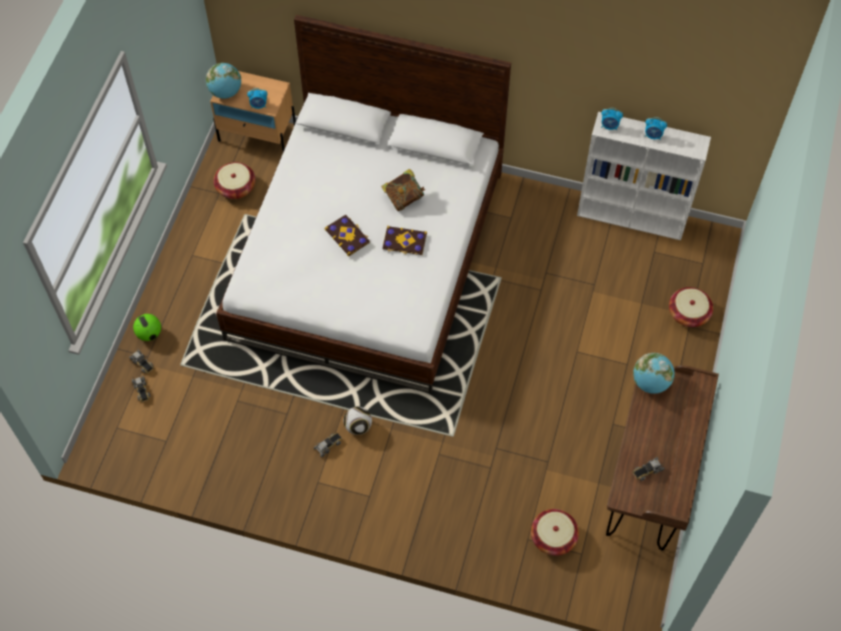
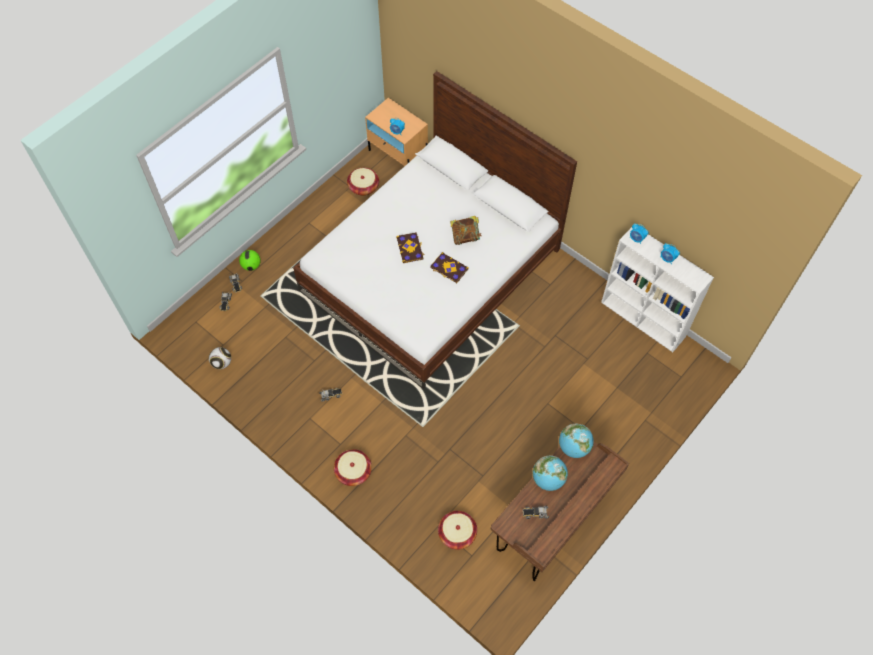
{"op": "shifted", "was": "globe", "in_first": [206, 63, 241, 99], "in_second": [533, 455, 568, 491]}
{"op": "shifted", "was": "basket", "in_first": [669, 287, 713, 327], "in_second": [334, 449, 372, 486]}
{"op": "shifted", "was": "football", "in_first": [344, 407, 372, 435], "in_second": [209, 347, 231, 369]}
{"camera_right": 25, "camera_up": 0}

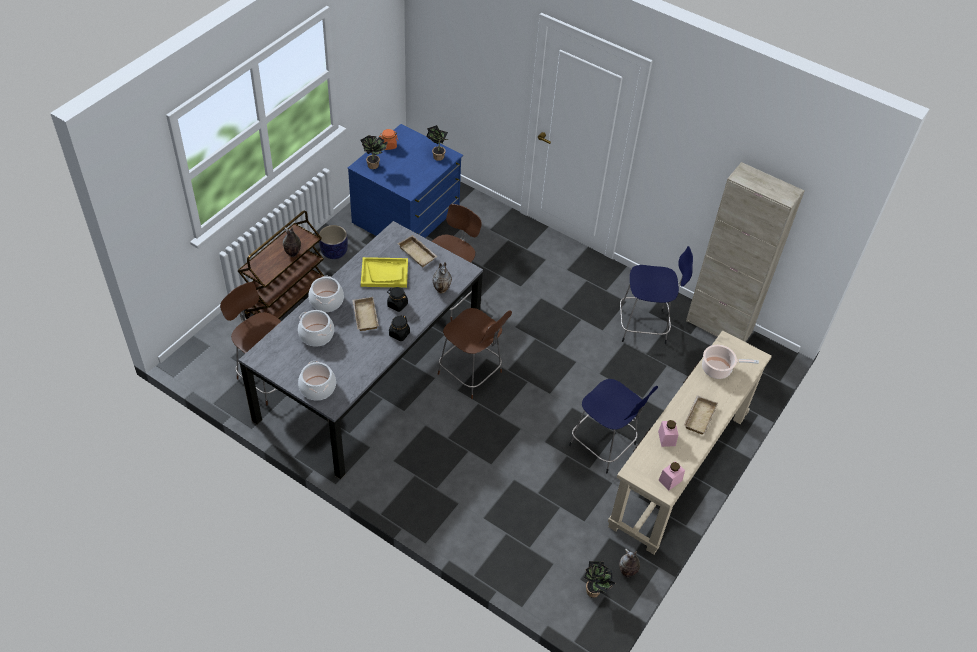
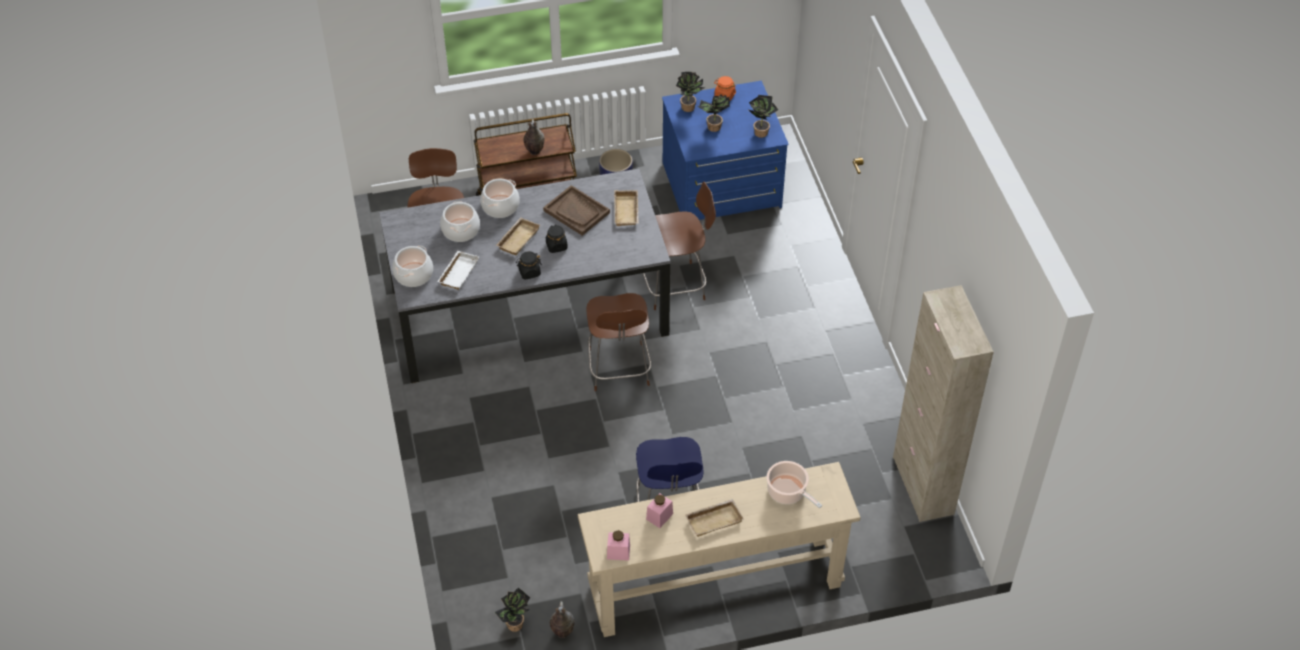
{"op": "gone", "was": "stool (blue)", "in_first": [620, 246, 693, 344]}
{"op": "repainted", "was": "tray (yellow)", "now": "tray (brown)", "in_first": [361, 257, 408, 288], "in_second": [543, 185, 610, 236]}
{"op": "gone", "was": "vase", "in_first": [432, 262, 452, 294]}
{"op": "new", "now": "potted plant", "in_second": [698, 94, 730, 132]}
{"op": "new", "now": "tray (white)", "in_second": [437, 251, 479, 290]}
{"camera_right": 45, "camera_up": 0}

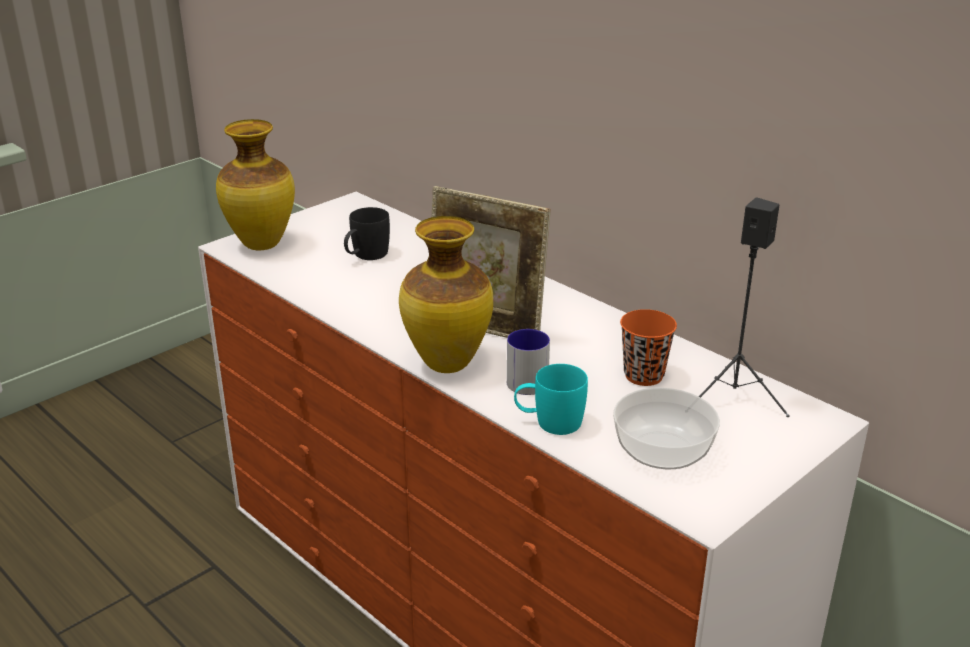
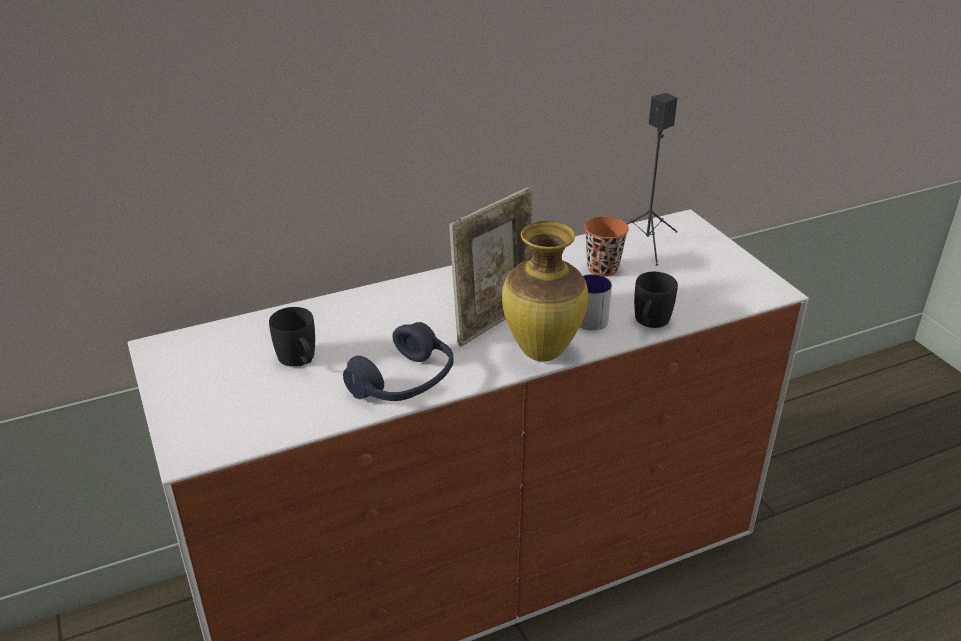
{"op": "gone", "was": "vase", "in_first": [216, 119, 295, 250]}
{"op": "repainted", "was": "mug (turquoise)", "now": "mug (black)", "in_first": [514, 364, 588, 435], "in_second": [634, 272, 678, 328]}
{"op": "gone", "was": "bowl", "in_first": [613, 388, 720, 469]}
{"op": "new", "now": "headphones (blue)", "in_second": [343, 322, 453, 401]}
{"camera_right": -70, "camera_up": 5}

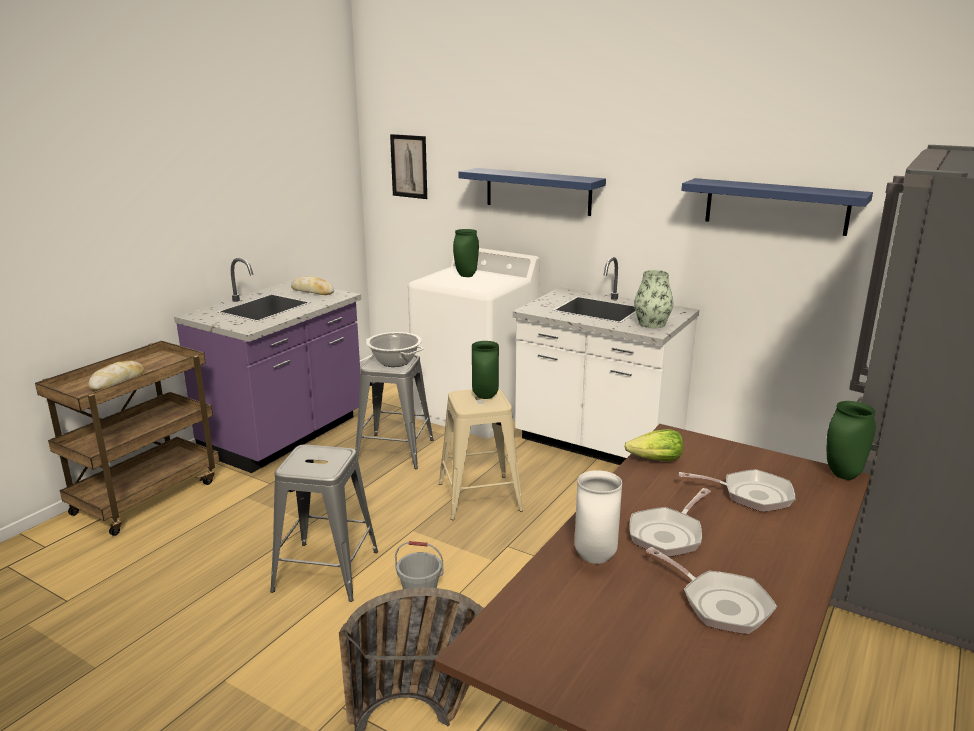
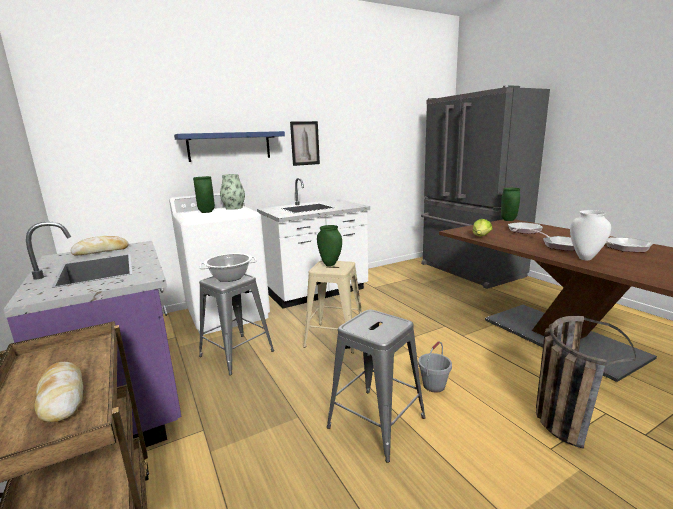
{"op": "shifted", "was": "picture", "in_first": [390, 134, 427, 199], "in_second": [290, 121, 320, 166]}
{"op": "gone", "was": "shelf (blue)", "in_first": [681, 178, 873, 236]}
{"op": "shifted", "was": "vase", "in_first": [634, 270, 674, 328], "in_second": [220, 174, 245, 210]}
{"camera_right": -60, "camera_up": -5}

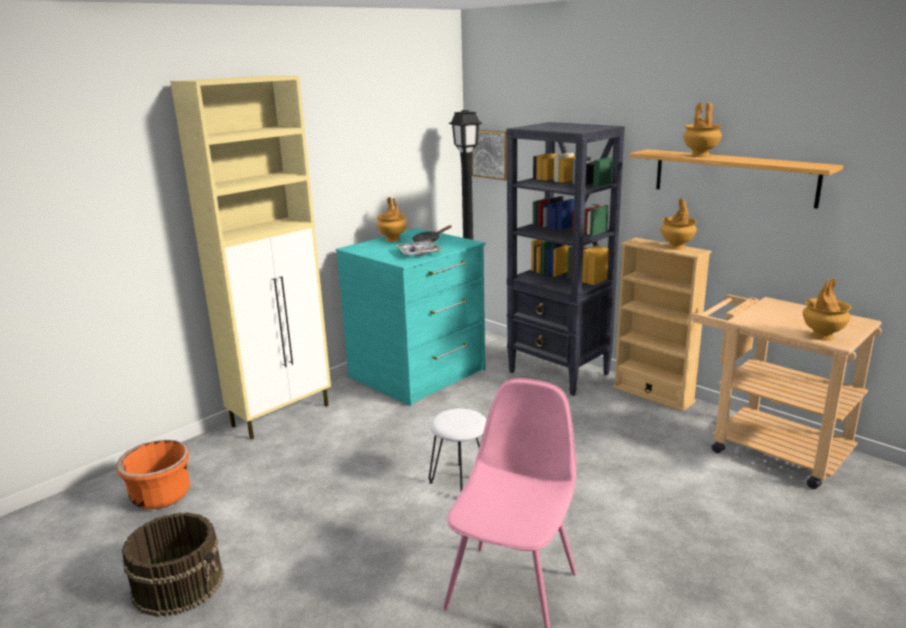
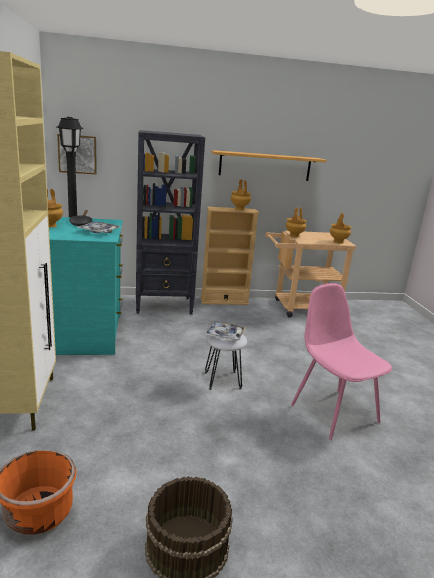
{"op": "shifted", "was": "vase (brown)", "in_first": [683, 102, 722, 157], "in_second": [286, 208, 307, 238]}
{"op": "new", "now": "tray", "in_second": [204, 321, 246, 341]}
{"camera_right": -55, "camera_up": 0}

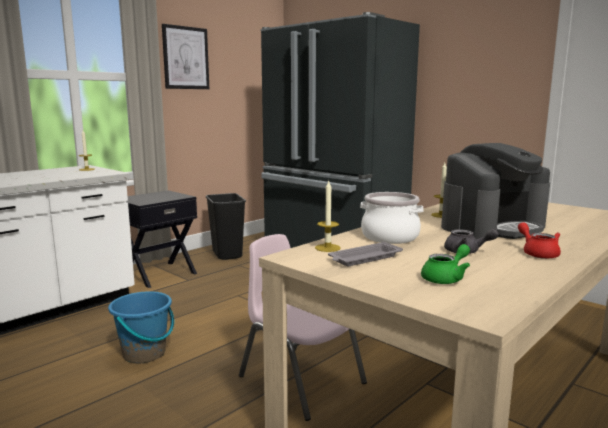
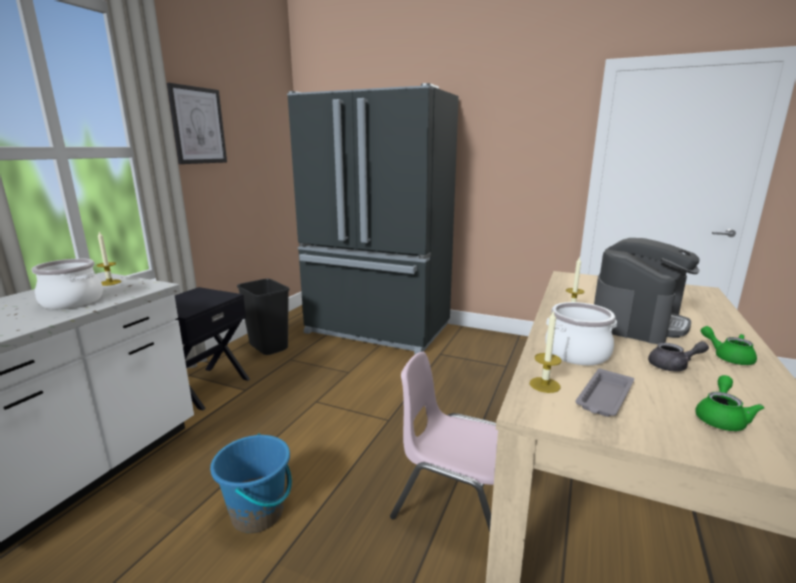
{"op": "repainted", "was": "teapot (red)", "now": "teapot (green)", "in_first": [518, 222, 561, 259], "in_second": [701, 326, 757, 365]}
{"op": "new", "now": "cooking pot", "in_second": [32, 258, 103, 309]}
{"camera_right": -20, "camera_up": 5}

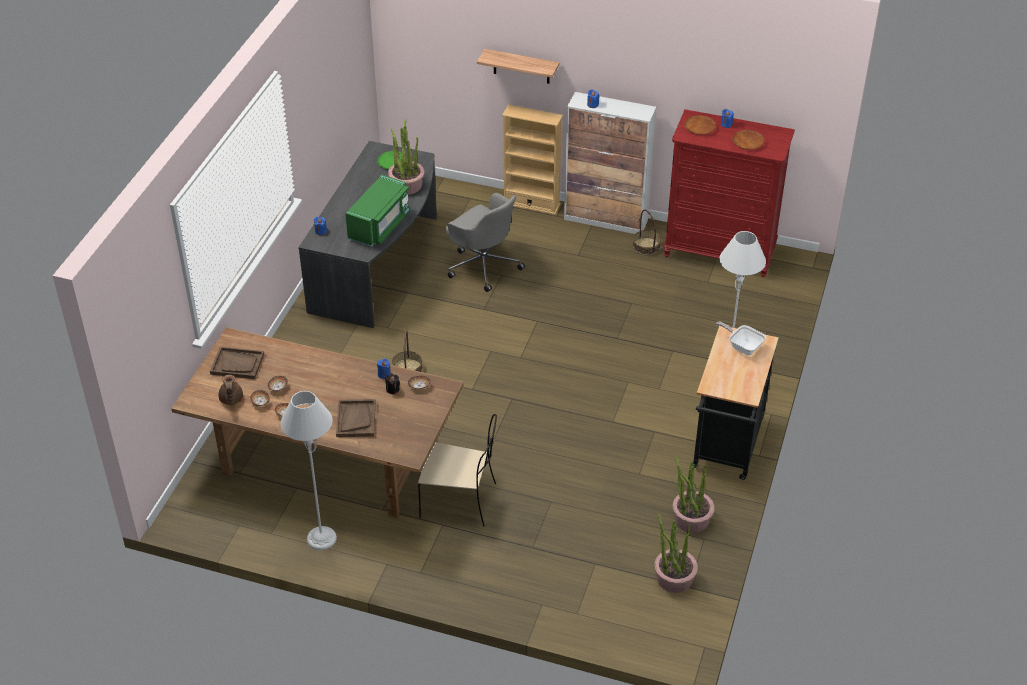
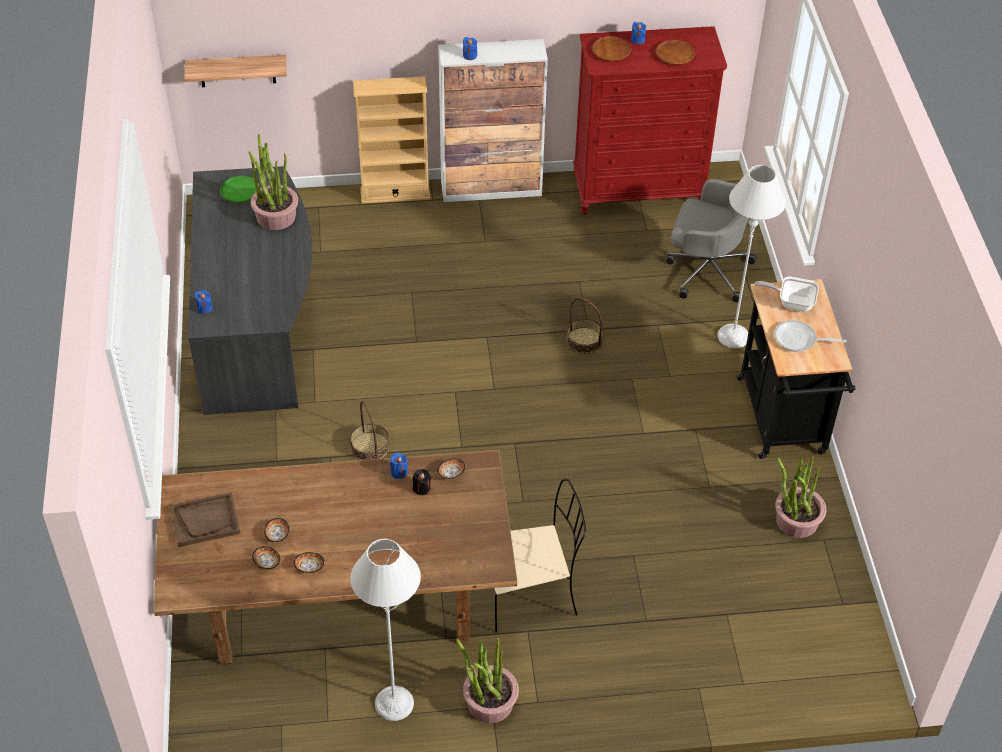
{"op": "shifted", "was": "shelf", "in_first": [477, 49, 559, 84], "in_second": [184, 55, 287, 87]}
{"op": "gone", "was": "microwave (green)", "in_first": [345, 175, 410, 247]}
{"op": "shifted", "was": "office chair (grey)", "in_first": [446, 193, 525, 292], "in_second": [666, 179, 756, 302]}
{"op": "shifted", "was": "basket", "in_first": [633, 209, 661, 255], "in_second": [566, 297, 604, 354]}
{"op": "gone", "was": "teapot (brown)", "in_first": [219, 375, 243, 405]}
{"op": "gone", "was": "tray (brown)", "in_first": [336, 399, 376, 437]}
{"op": "shifted", "was": "potted plant", "in_first": [654, 514, 698, 593], "in_second": [456, 638, 519, 723]}
{"op": "new", "now": "frying pan", "in_second": [774, 320, 846, 352]}
{"camera_right": -25, "camera_up": 5}

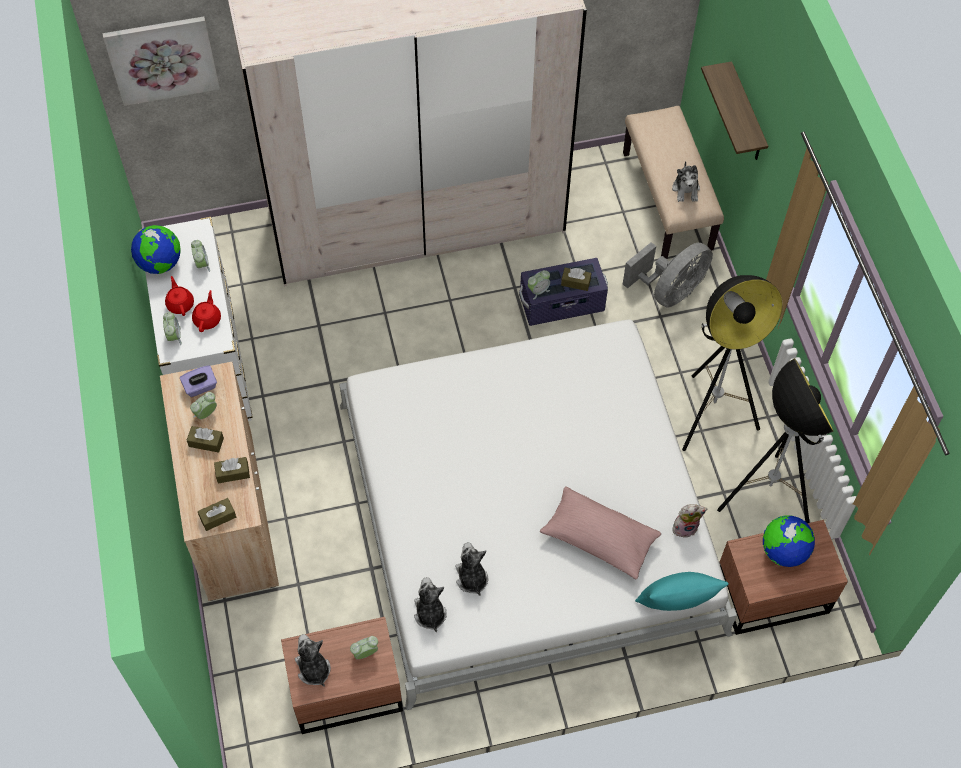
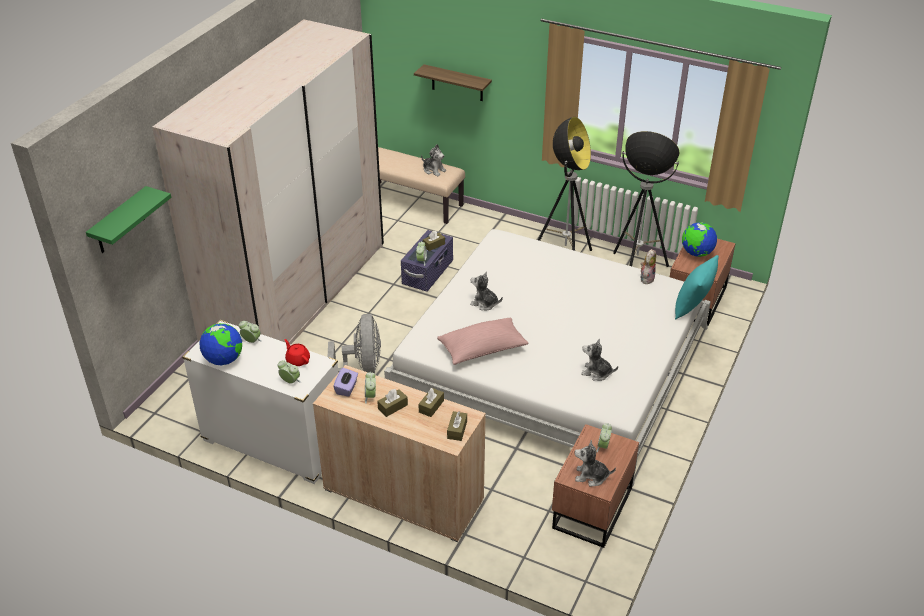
{"op": "swapped", "was": "picture", "now": "shelf (green)", "in_first": [103, 16, 220, 106], "in_second": [86, 186, 171, 253]}
{"op": "shifted", "was": "fan (grey)", "in_first": [623, 242, 713, 307], "in_second": [328, 314, 381, 373]}
{"op": "gone", "was": "teapot (red)", "in_first": [165, 276, 194, 316]}
{"op": "shifted", "was": "pillow (pink)", "in_first": [540, 486, 662, 579], "in_second": [437, 318, 528, 365]}
{"op": "shifted", "was": "plush toy", "in_first": [414, 577, 447, 632], "in_second": [470, 272, 503, 311]}
{"camera_right": -50, "camera_up": -20}

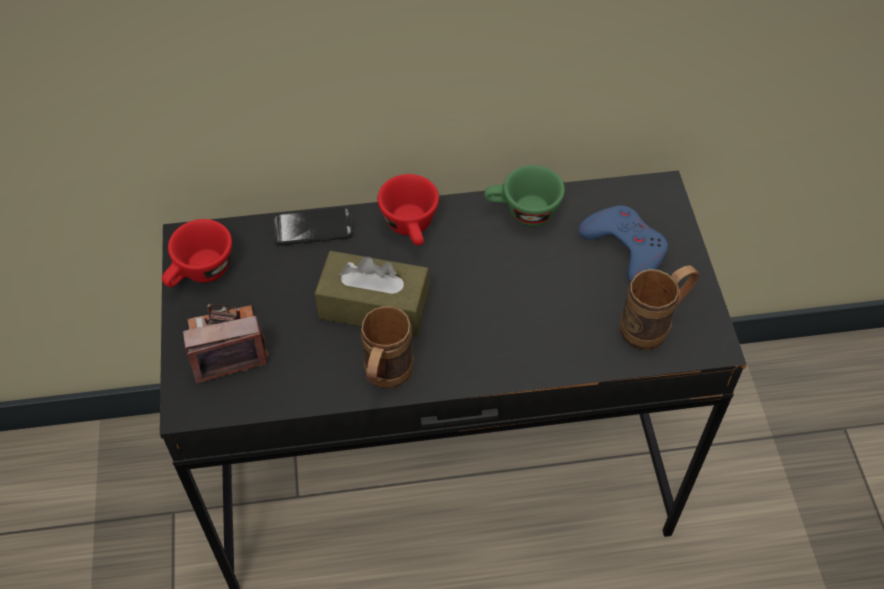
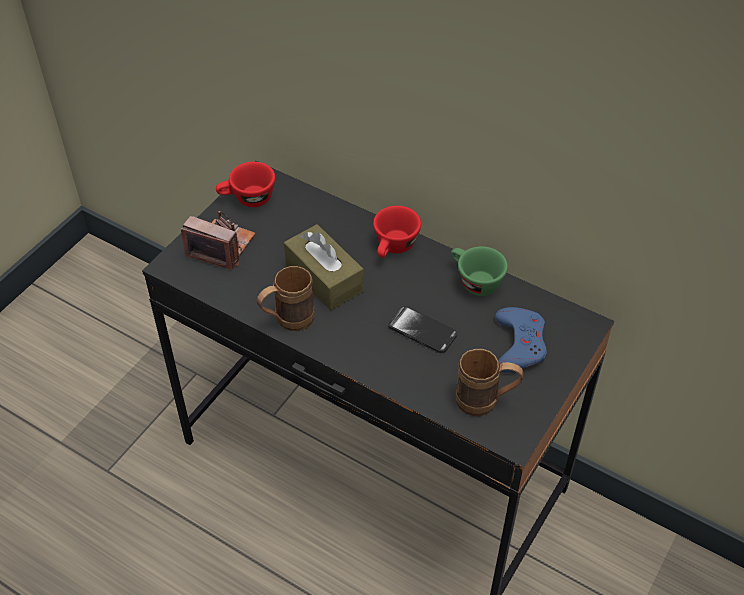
{"op": "shifted", "was": "phone", "in_first": [272, 207, 353, 246], "in_second": [388, 306, 457, 353]}
{"camera_right": 40, "camera_up": -5}

